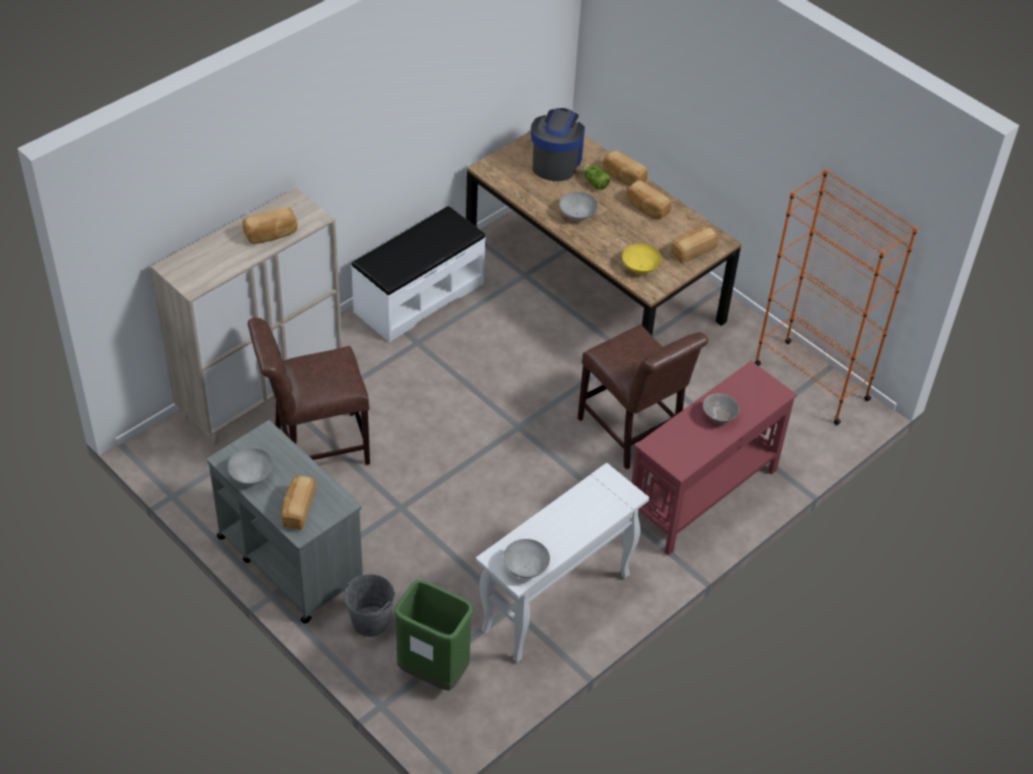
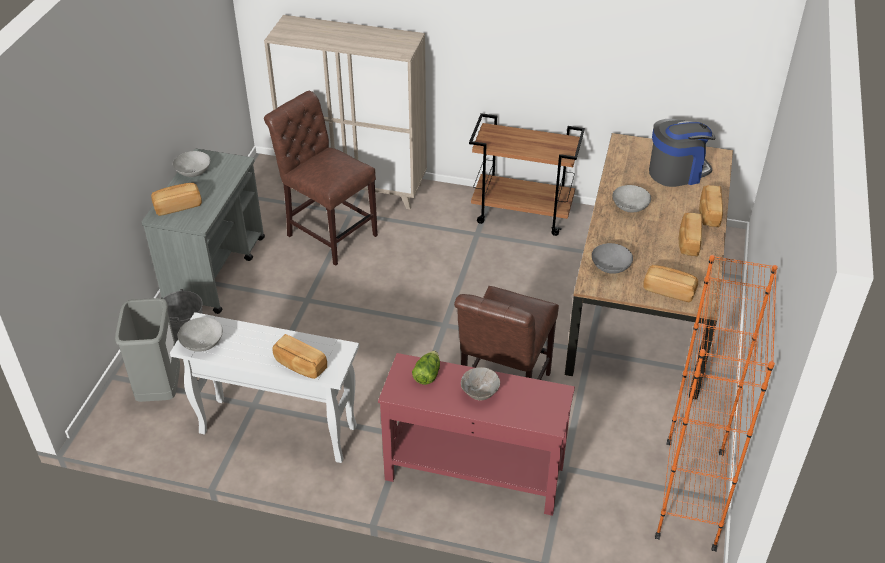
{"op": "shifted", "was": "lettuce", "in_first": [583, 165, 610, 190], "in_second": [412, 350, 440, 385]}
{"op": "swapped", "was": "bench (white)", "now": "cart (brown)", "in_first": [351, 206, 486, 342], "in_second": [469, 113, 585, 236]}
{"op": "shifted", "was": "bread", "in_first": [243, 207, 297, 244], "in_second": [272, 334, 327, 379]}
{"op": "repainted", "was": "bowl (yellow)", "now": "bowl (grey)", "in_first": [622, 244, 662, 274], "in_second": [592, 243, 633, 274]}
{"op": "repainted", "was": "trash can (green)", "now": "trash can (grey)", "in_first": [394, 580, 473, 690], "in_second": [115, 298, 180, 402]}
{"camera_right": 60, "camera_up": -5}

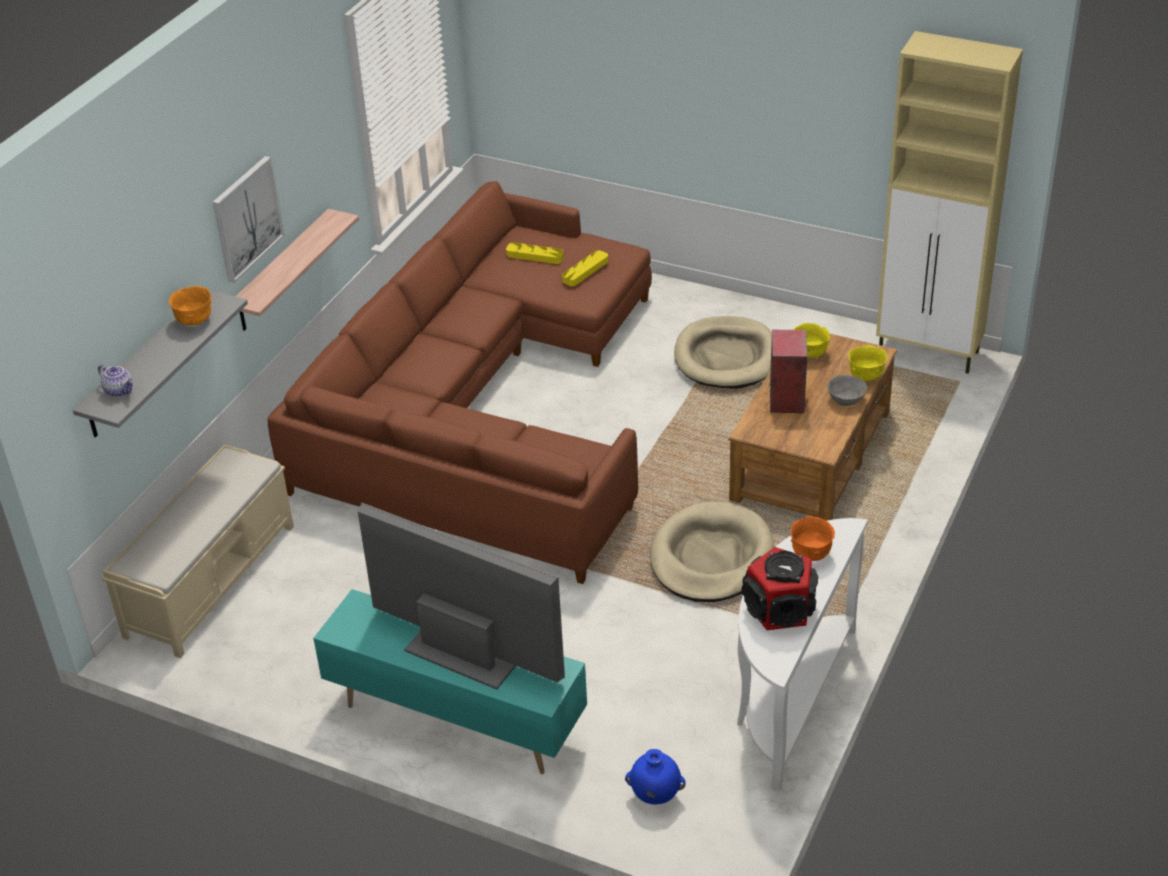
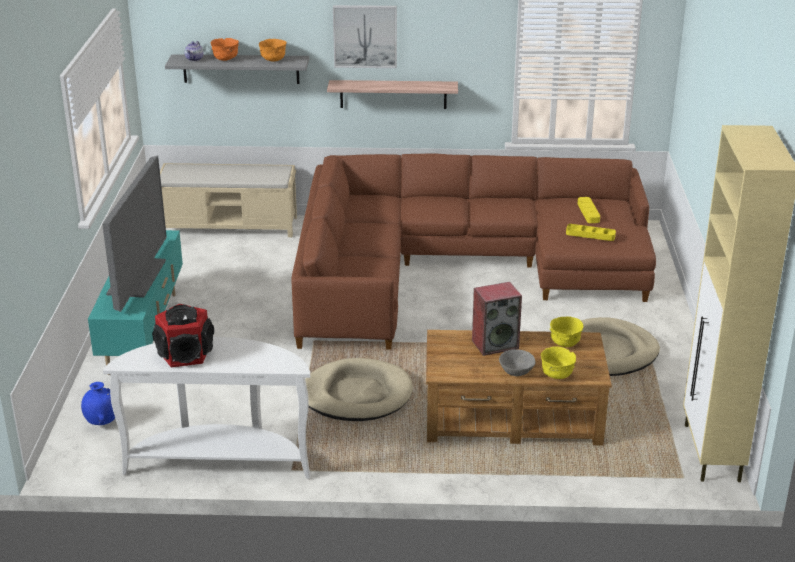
{"op": "shifted", "was": "bowl (orange)", "in_first": [790, 516, 835, 561], "in_second": [211, 38, 239, 61]}
{"camera_right": 65, "camera_up": -10}

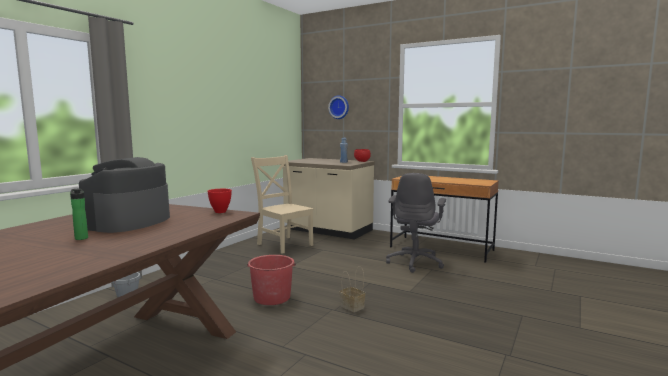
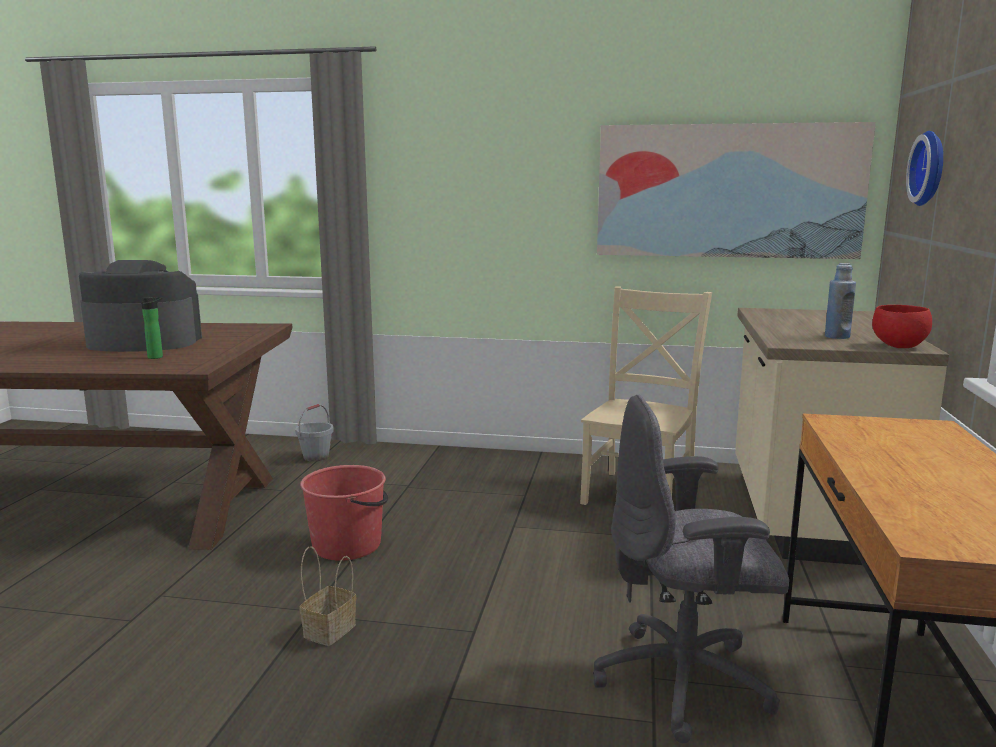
{"op": "shifted", "was": "bottle", "in_first": [70, 188, 88, 240], "in_second": [141, 297, 163, 359]}
{"op": "gone", "was": "bowl (red)", "in_first": [207, 189, 232, 213]}
{"op": "new", "now": "picture", "in_second": [597, 122, 876, 259]}
{"camera_right": 70, "camera_up": 5}

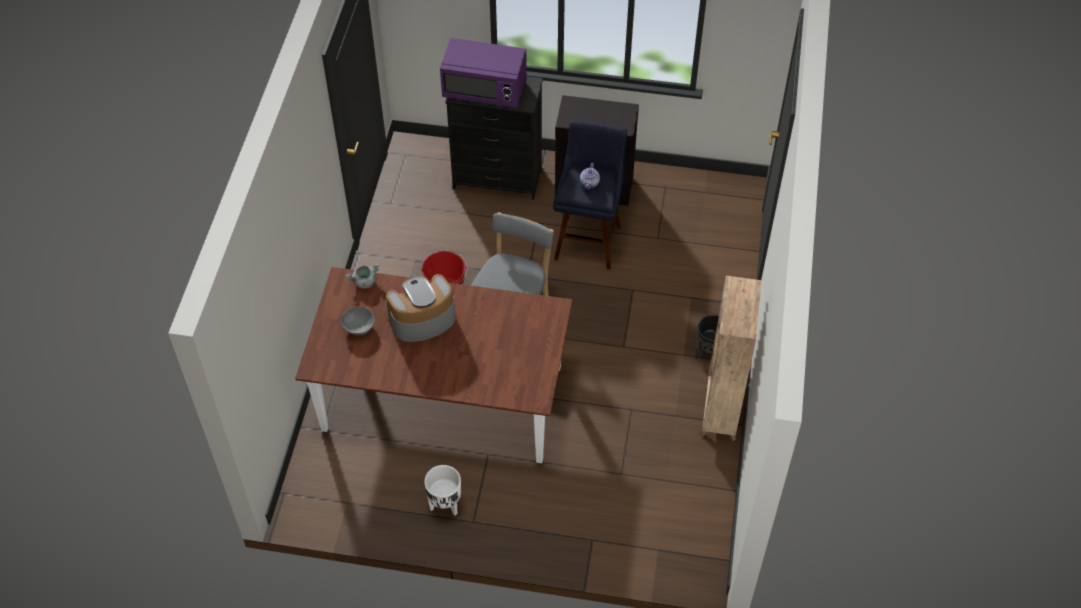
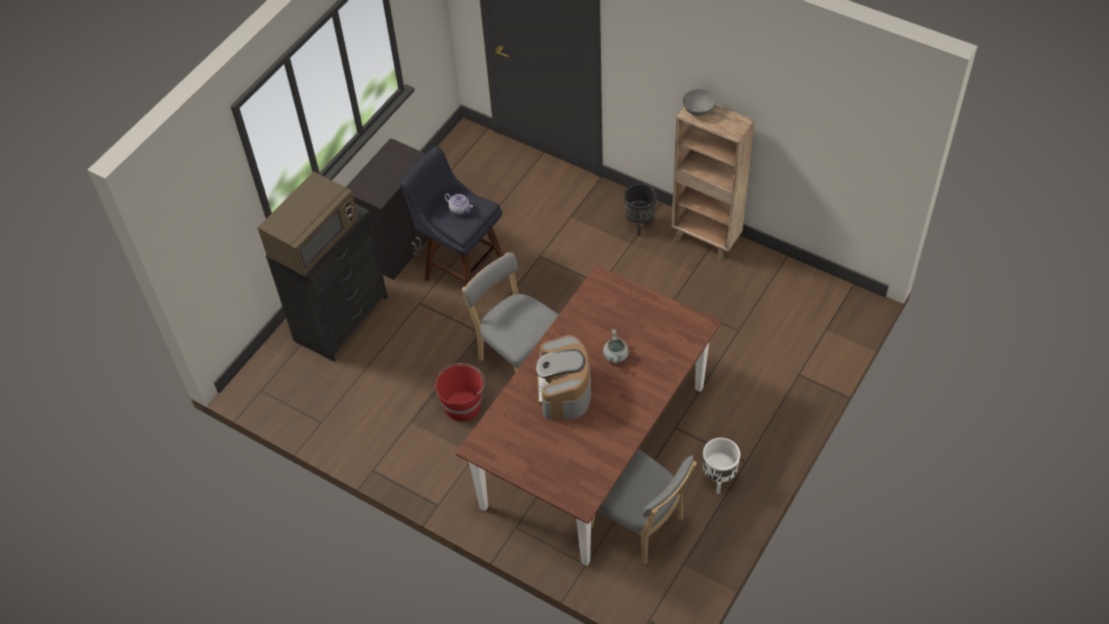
{"op": "repainted", "was": "microwave (purple)", "now": "microwave (brown)", "in_first": [440, 38, 527, 108], "in_second": [258, 172, 358, 276]}
{"op": "shifted", "was": "cooking pot (grey)", "in_first": [345, 263, 379, 289], "in_second": [603, 329, 629, 364]}
{"op": "shifted", "was": "bowl (grey)", "in_first": [341, 307, 375, 335], "in_second": [683, 89, 716, 116]}
{"op": "new", "now": "chair (grey)", "in_second": [591, 449, 697, 564]}
{"camera_right": -65, "camera_up": 0}

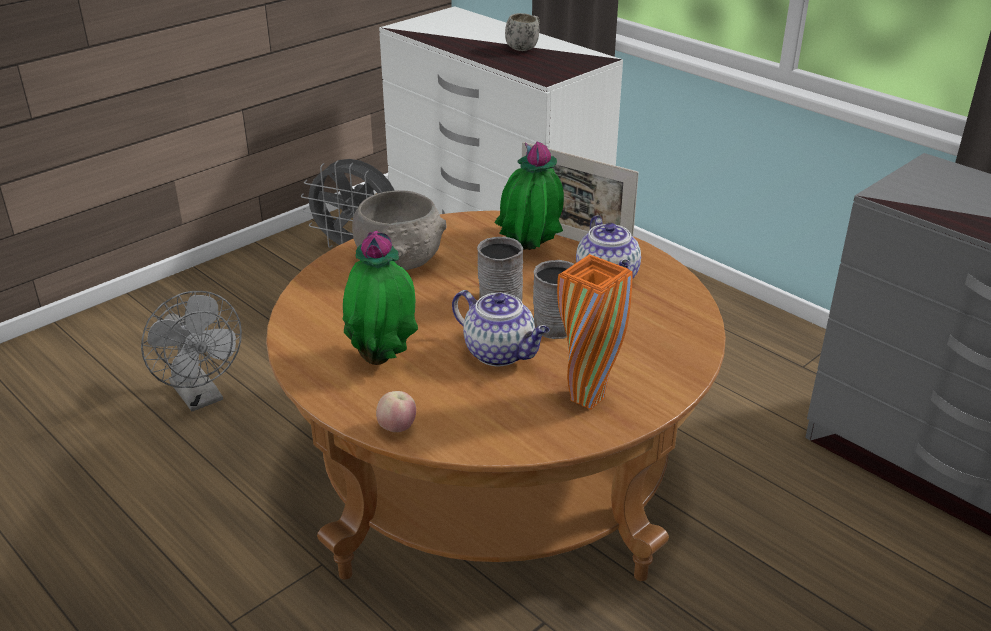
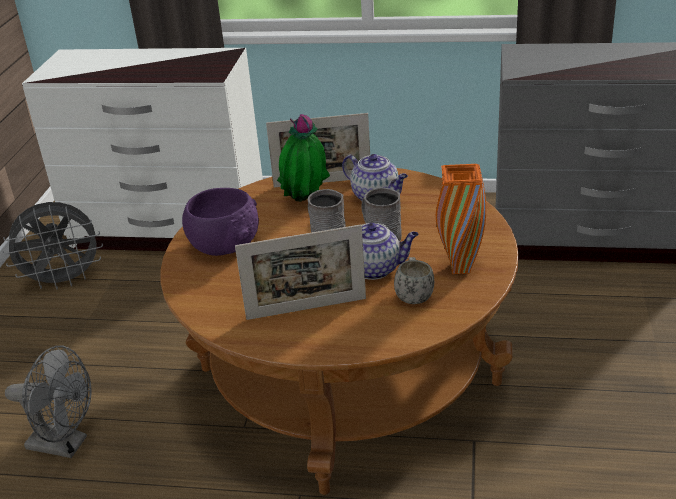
{"op": "shifted", "was": "mug (white)", "in_first": [505, 13, 540, 51], "in_second": [394, 257, 434, 304]}
{"op": "repainted", "was": "bowl (grey)", "now": "bowl (purple)", "in_first": [352, 190, 447, 270], "in_second": [182, 188, 259, 256]}
{"op": "swapped", "was": "potted plant", "now": "picture frame", "in_first": [343, 231, 418, 365], "in_second": [235, 224, 366, 320]}
{"op": "gone", "was": "apple", "in_first": [376, 391, 416, 432]}
{"camera_right": -35, "camera_up": 0}

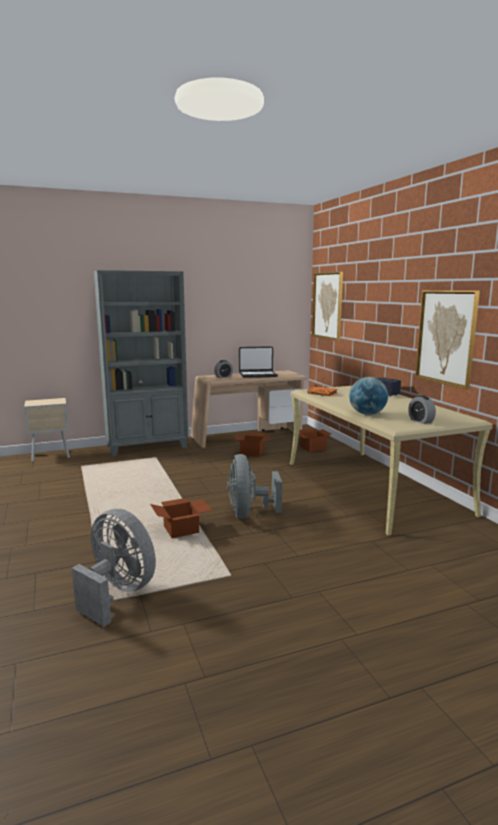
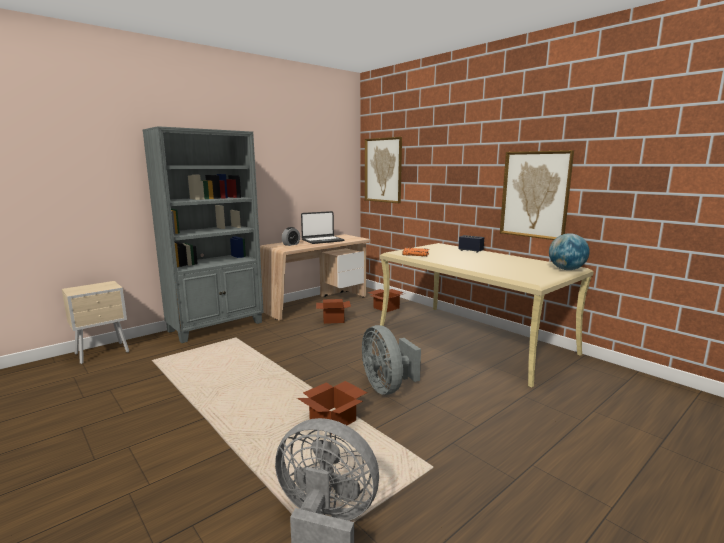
{"op": "shifted", "was": "globe", "in_first": [349, 377, 388, 415], "in_second": [549, 233, 590, 270]}
{"op": "gone", "was": "alarm clock", "in_first": [409, 395, 436, 424]}
{"camera_right": -20, "camera_up": 0}

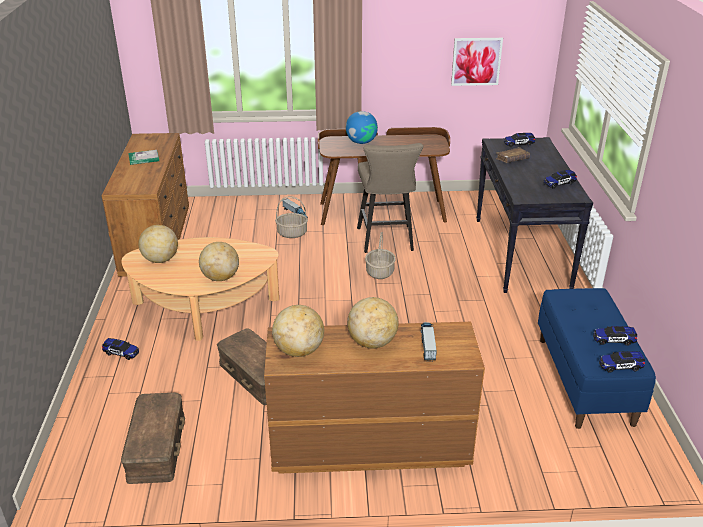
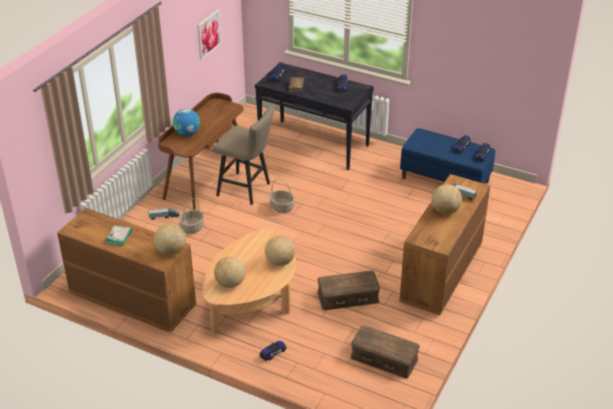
{"op": "shifted", "was": "globe", "in_first": [272, 305, 324, 357], "in_second": [154, 223, 186, 255]}
{"camera_right": -60, "camera_up": 5}

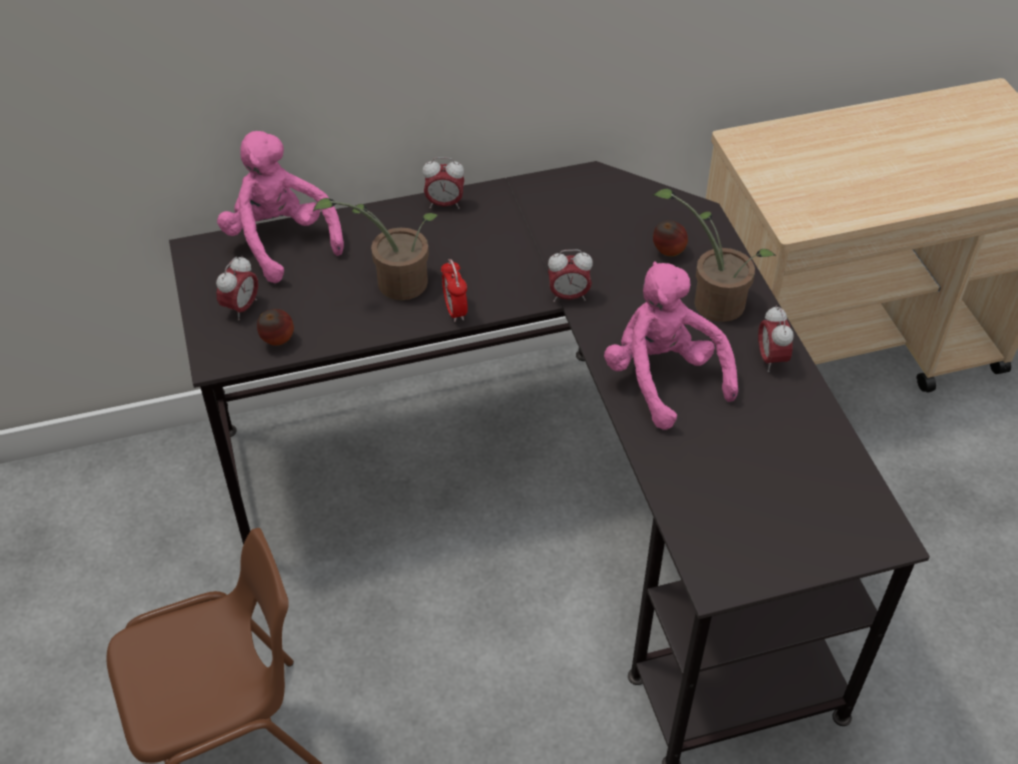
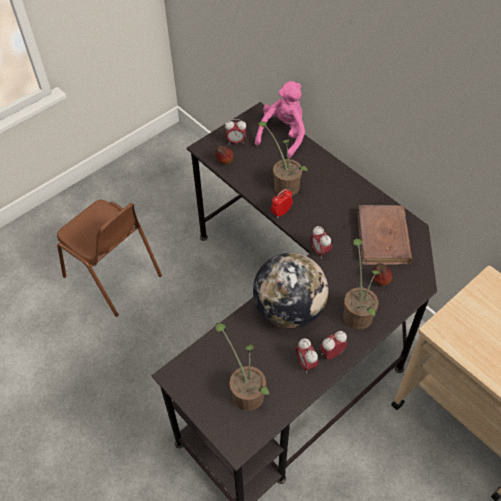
{"op": "shifted", "was": "alarm clock", "in_first": [423, 157, 464, 209], "in_second": [296, 338, 319, 374]}
{"op": "swapped", "was": "plush toy (pink)", "now": "globe", "in_first": [604, 261, 738, 430], "in_second": [253, 253, 328, 329]}
{"op": "new", "now": "book (brown)", "in_second": [357, 205, 412, 265]}
{"op": "new", "now": "potted plant", "in_second": [215, 323, 270, 411]}
{"camera_right": 65, "camera_up": 5}

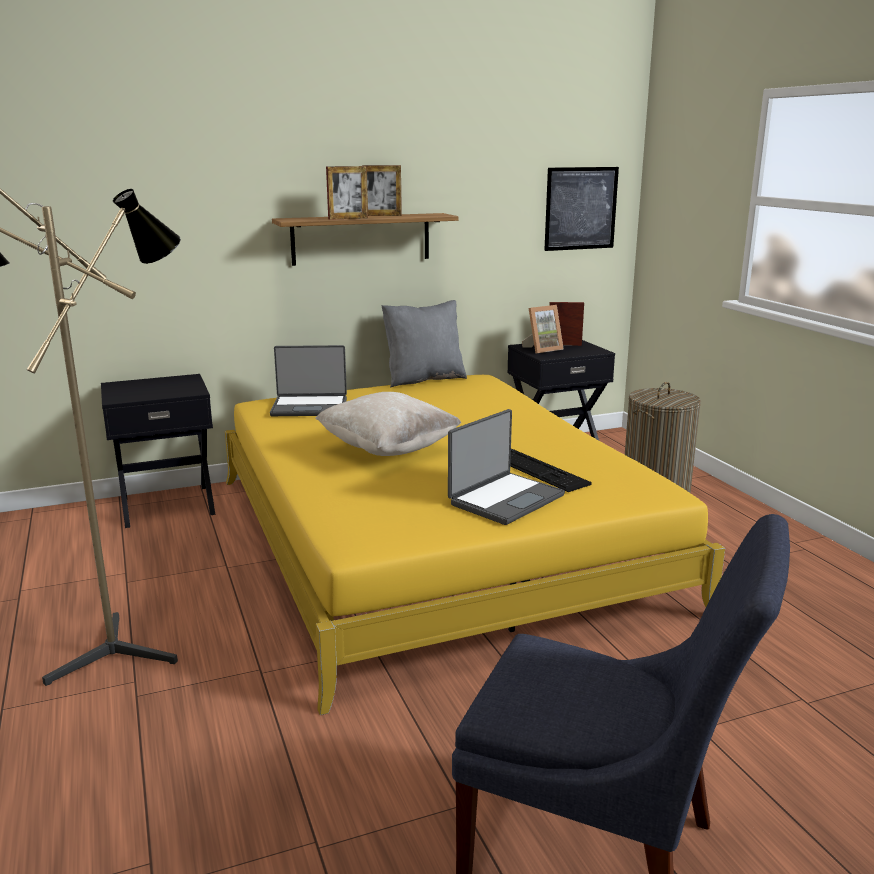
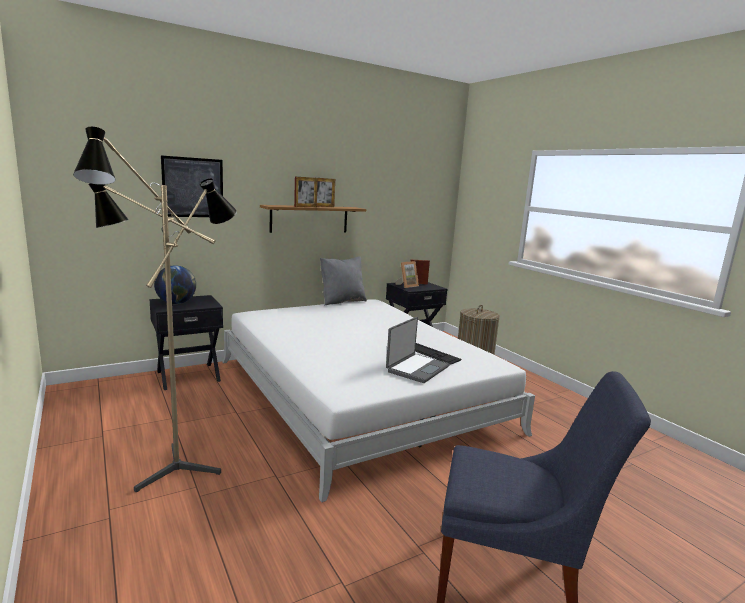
{"op": "shifted", "was": "picture", "in_first": [544, 167, 619, 251], "in_second": [161, 156, 223, 217]}
{"op": "gone", "was": "laptop", "in_first": [270, 345, 347, 416]}
{"op": "repainted", "was": "bed (yellow)", "now": "bed (white)", "in_first": [225, 375, 725, 715], "in_second": [222, 300, 535, 502]}
{"op": "gone", "was": "pillow (beige)", "in_first": [315, 392, 462, 456]}
{"op": "new", "now": "globe", "in_second": [154, 265, 196, 304]}
{"camera_right": -10, "camera_up": -5}

